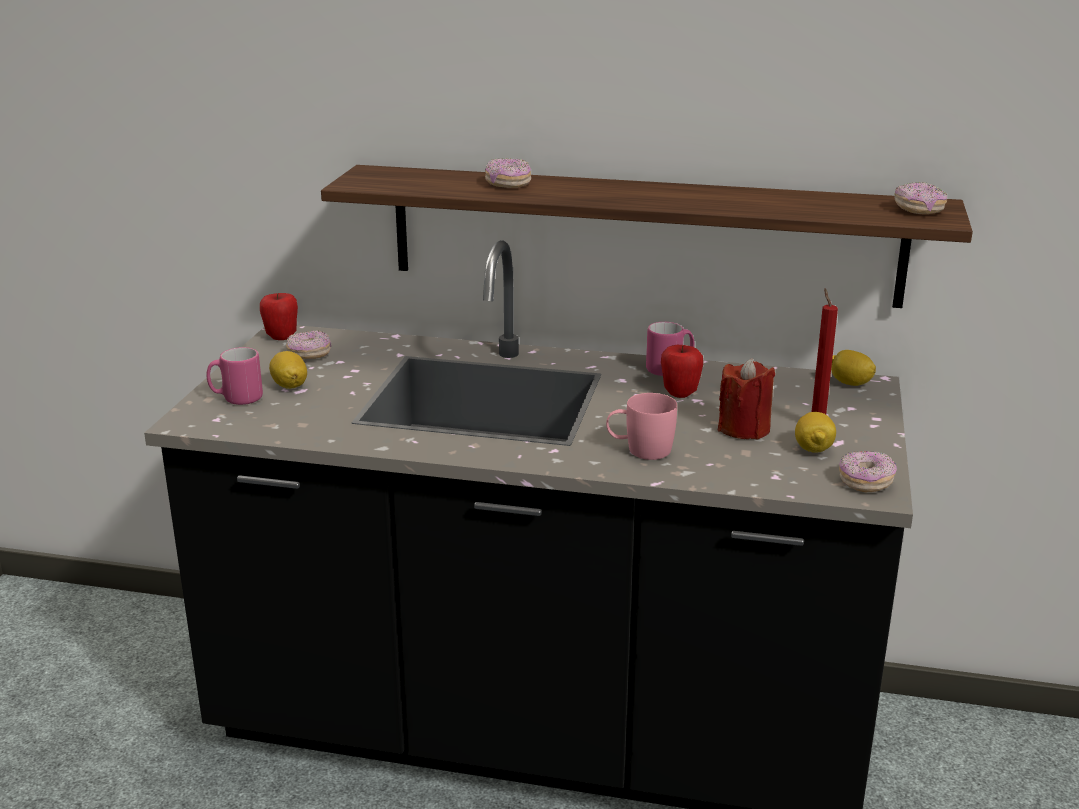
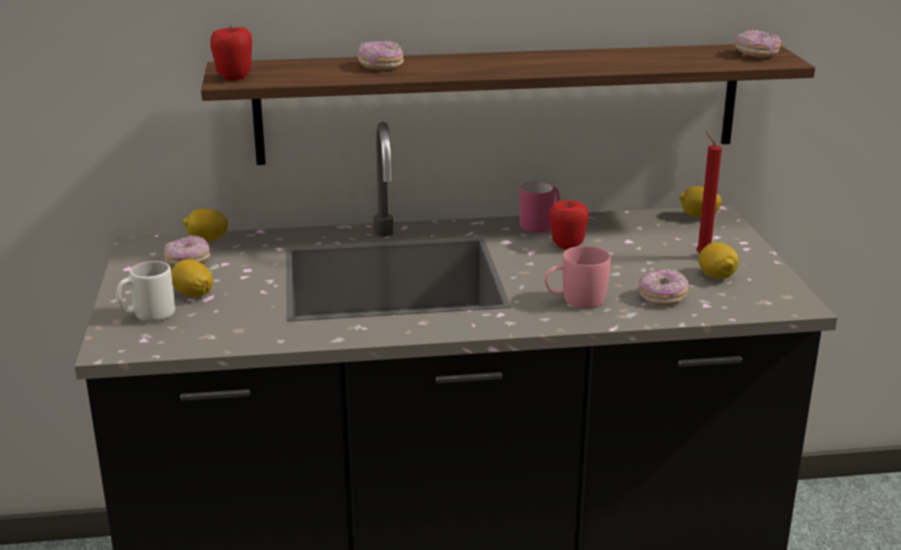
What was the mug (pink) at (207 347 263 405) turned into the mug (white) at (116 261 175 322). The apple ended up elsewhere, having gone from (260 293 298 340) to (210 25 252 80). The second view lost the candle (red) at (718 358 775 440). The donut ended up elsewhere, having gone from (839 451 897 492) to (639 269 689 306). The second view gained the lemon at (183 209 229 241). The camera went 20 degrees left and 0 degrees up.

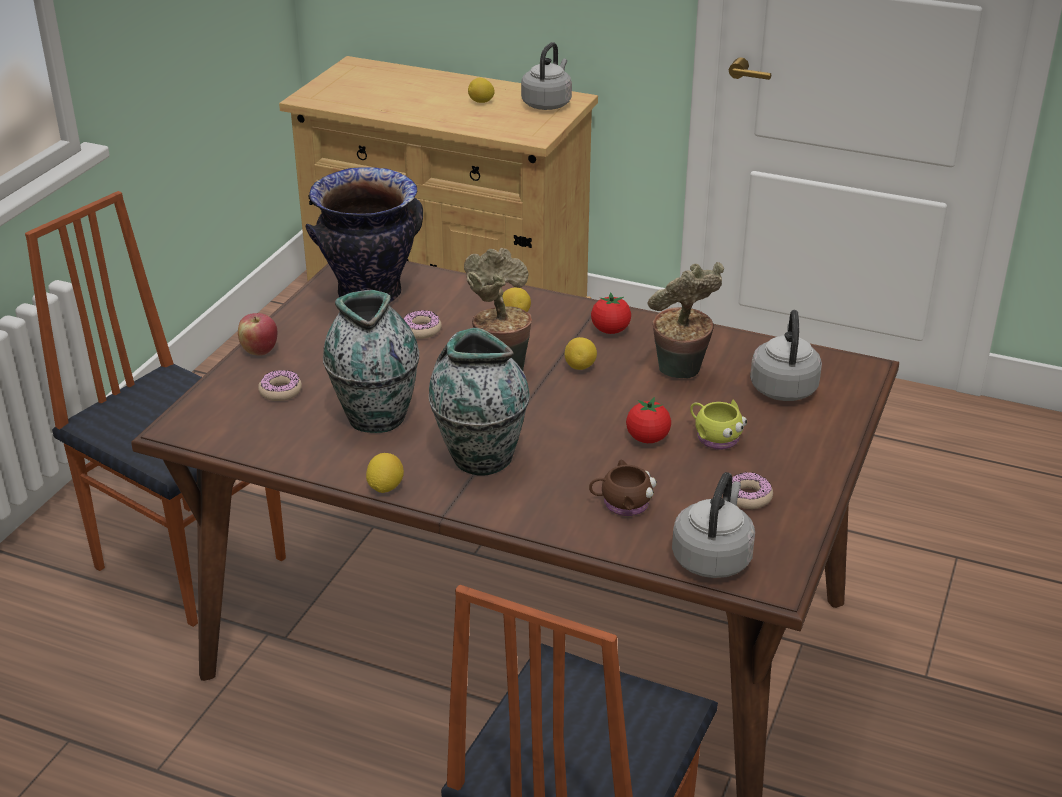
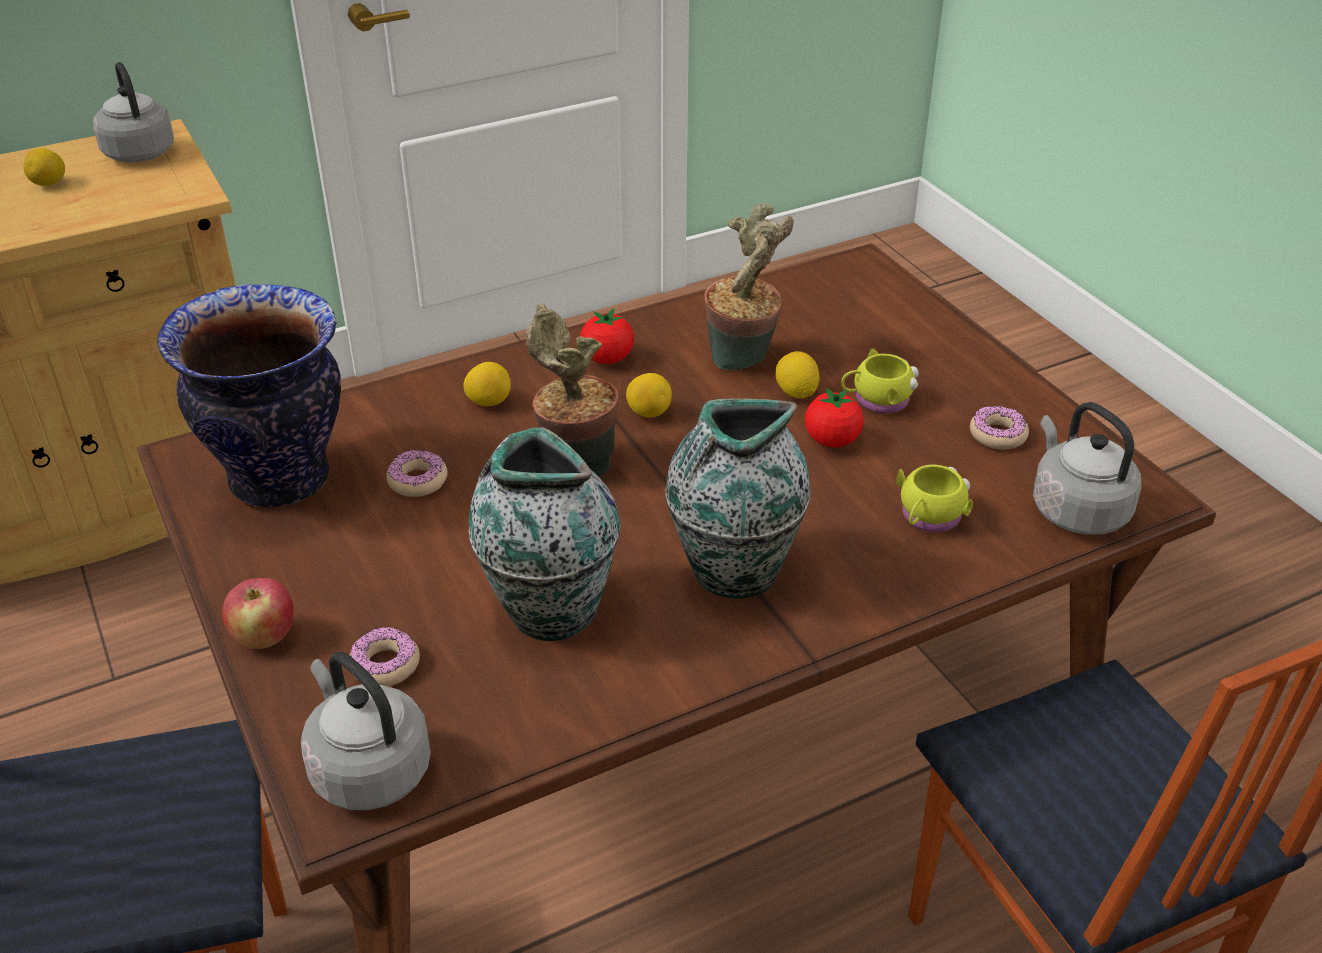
The lemon ended up elsewhere, having gone from (366 453 404 493) to (775 351 819 399). What was the mug (brown) at (589 460 657 516) turned into the mug (yellow) at (896 465 973 532). The kettle (grey) ended up elsewhere, having gone from (750 310 822 401) to (301 652 431 810). The camera went 50 degrees left and 5 degrees up.

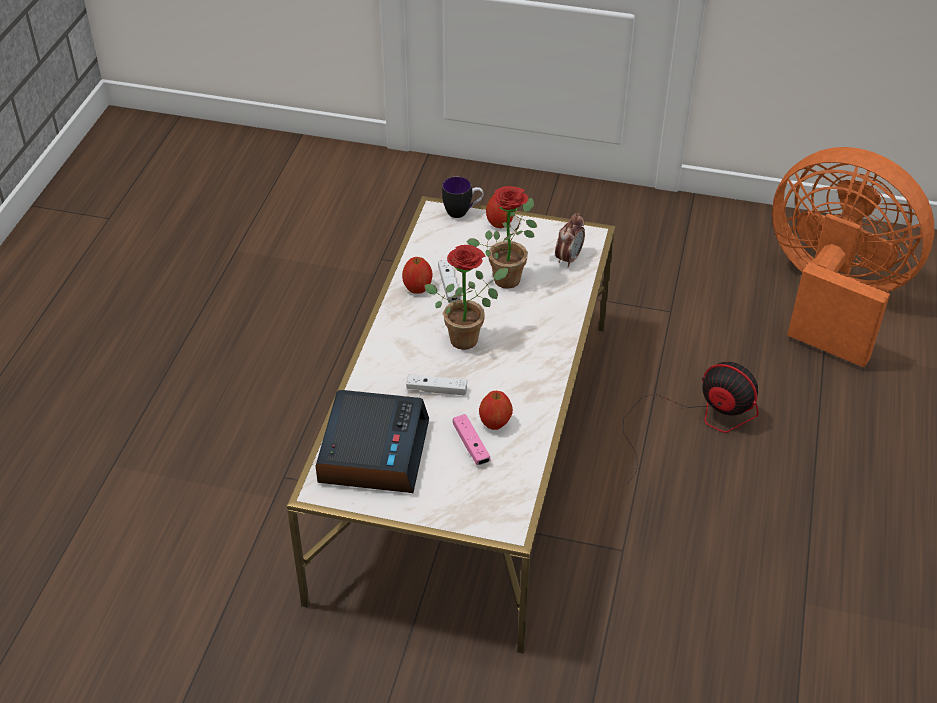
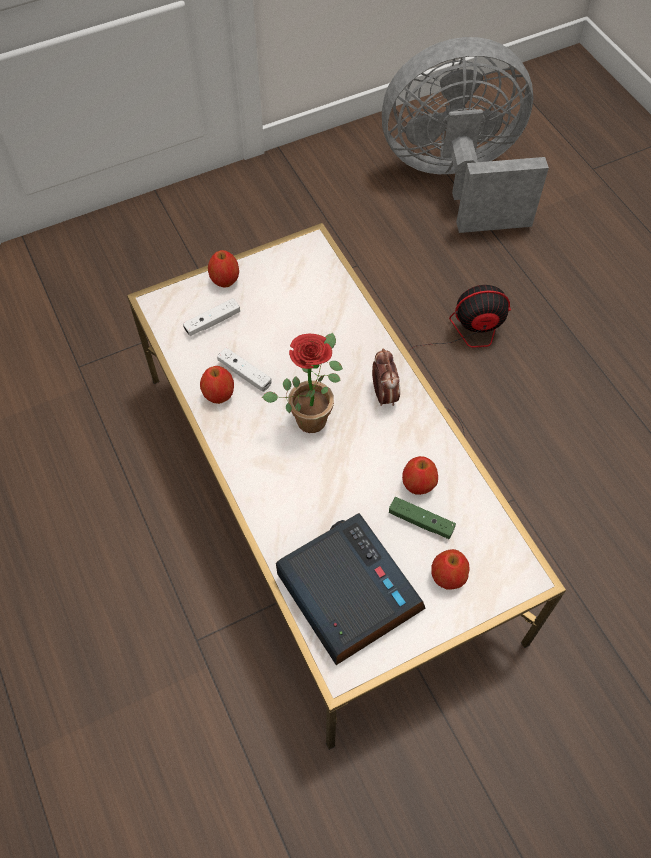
The game controller (white) ended up elsewhere, having gone from (406 374 467 395) to (183 298 240 336). The second view lost the mug at (442 177 484 218). What was the game controller (pink) at (453 414 490 465) turned into the game controller (green) at (389 497 456 539). The second view lost the potted plant at (466 186 537 289). The alarm clock ended up elsewhere, having gone from (555 213 585 267) to (372 348 400 406). What was the fan (orange) at (772 147 934 367) turned into the fan (grey) at (382 37 549 233). The second view gained the apple at (431 549 470 590). The camera went 40 degrees left and 15 degrees up.

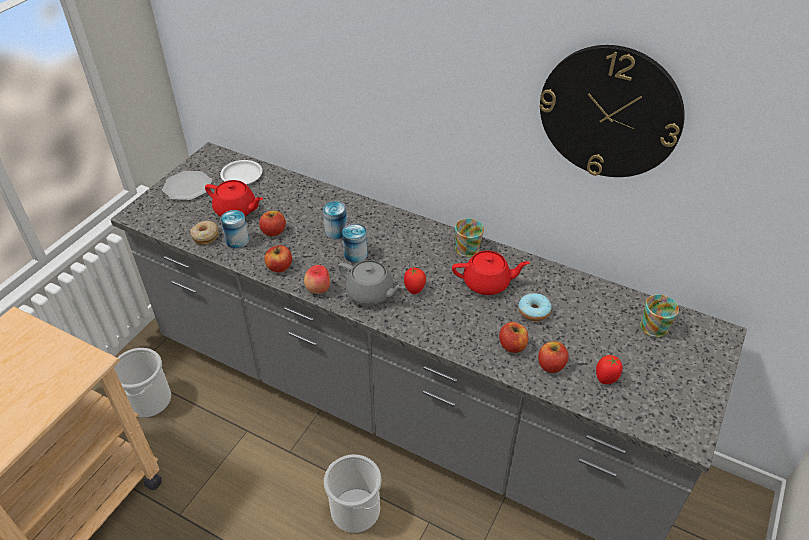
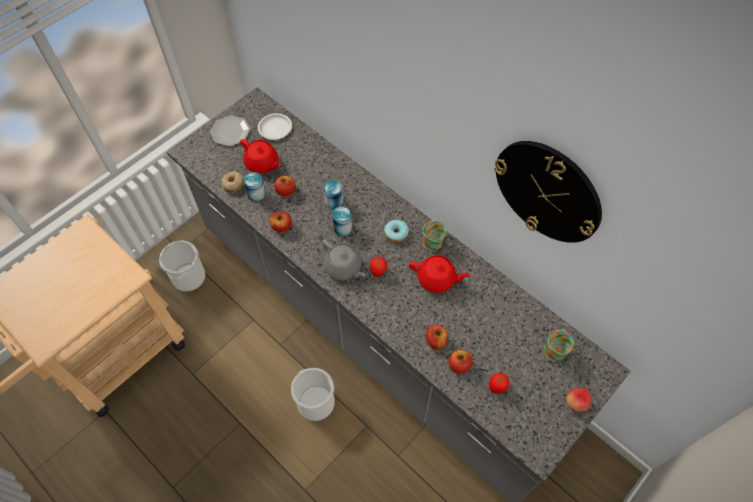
The apple ended up elsewhere, having gone from (304 265 330 293) to (566 388 591 412). The donut ended up elsewhere, having gone from (518 293 551 321) to (384 220 409 242). The camera went 15 degrees right and 15 degrees up.

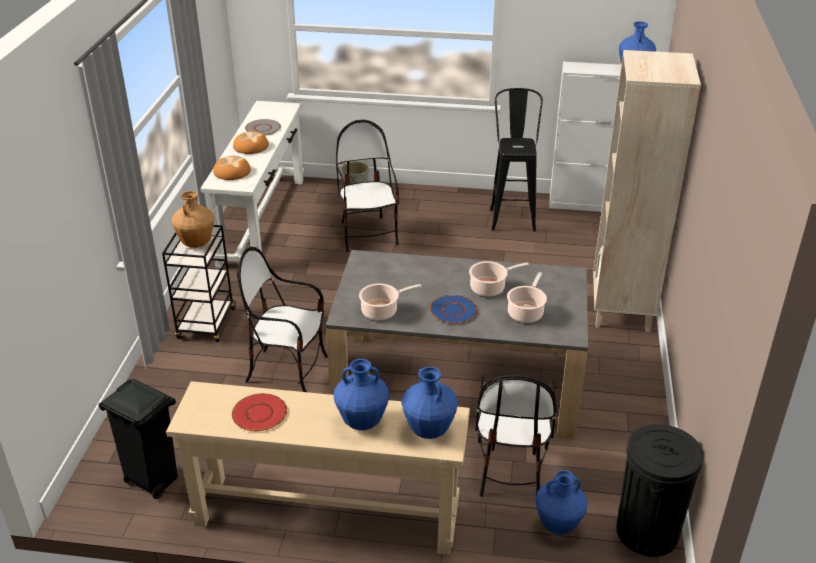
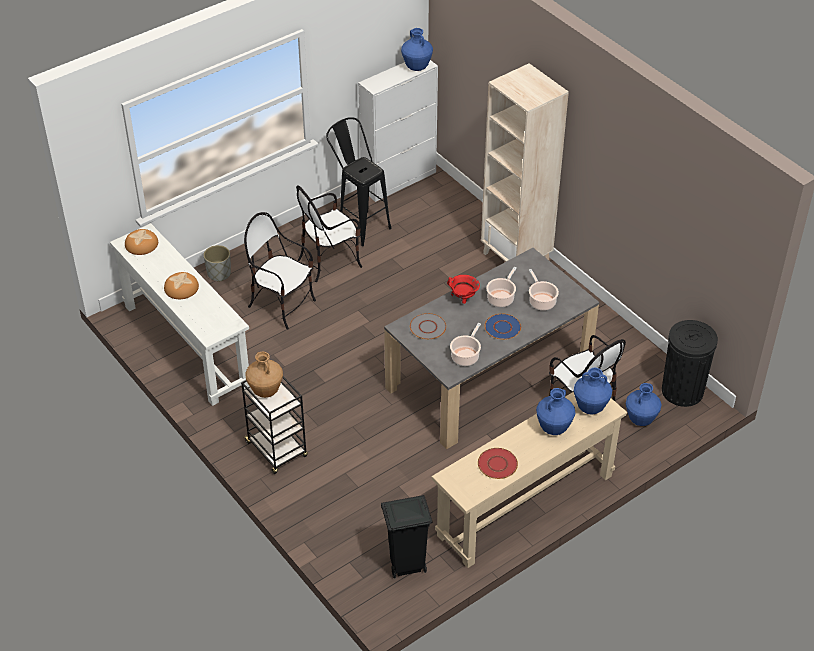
The bread ended up elsewhere, having gone from (213 156 251 180) to (125 229 158 255). The chair ended up elsewhere, having gone from (237 247 328 392) to (296 186 362 282). The plate (grey) ended up elsewhere, having gone from (245 119 281 136) to (410 313 446 339). The second view gained the cooking pot (red) at (447 275 480 304). The camera went 45 degrees left and 10 degrees up.

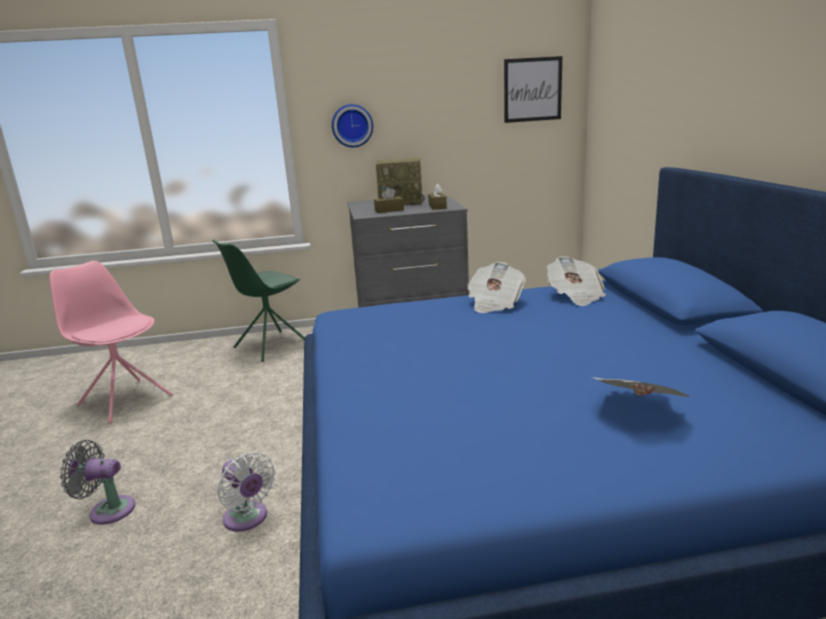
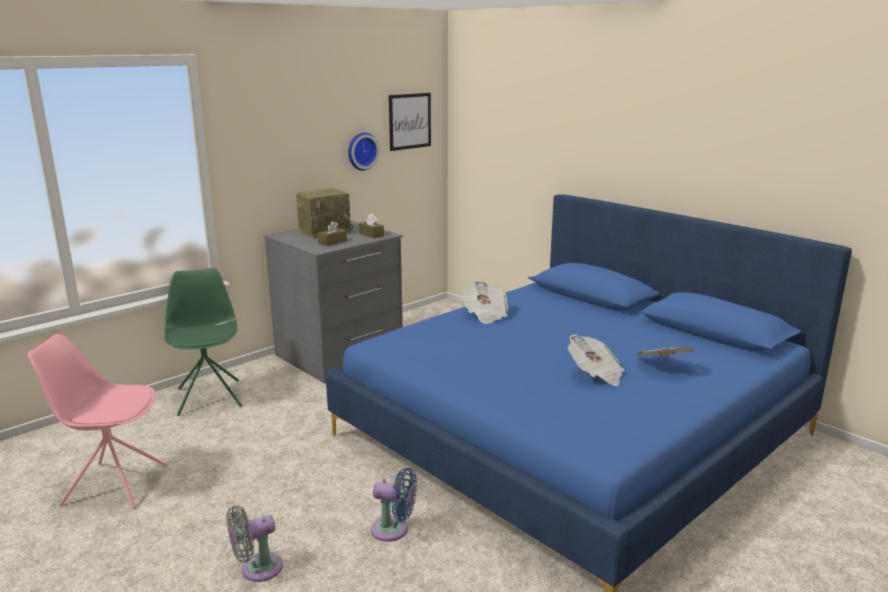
The chair (green) at (212 240 305 362) ended up facing another way, 150 degrees clockwise from before. What was the fan (white) at (217 452 275 532) turned into the fan (blue) at (371 468 417 542). The wall clock ended up elsewhere, having gone from (332 104 373 147) to (348 133 379 171). The newspaper ended up elsewhere, having gone from (547 256 606 306) to (568 334 625 386). The camera went 35 degrees left and 0 degrees up.

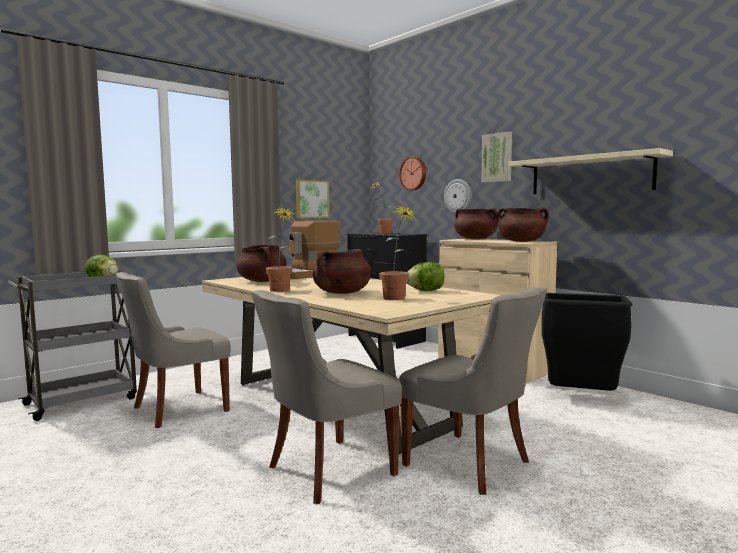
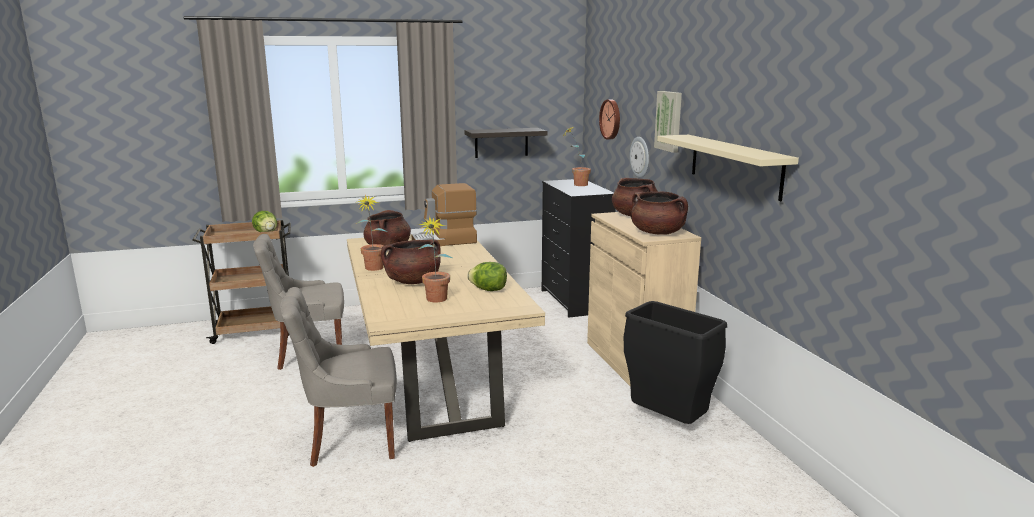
What was the cart (grey) at (8 272 137 421) turned into the cart (brown) at (192 220 291 344). Where the picture hung at (296 179 329 218), the shelf came to hang at (464 128 548 158). The second view lost the chair (grey) at (399 287 547 495). The camera went 25 degrees right and 10 degrees up.

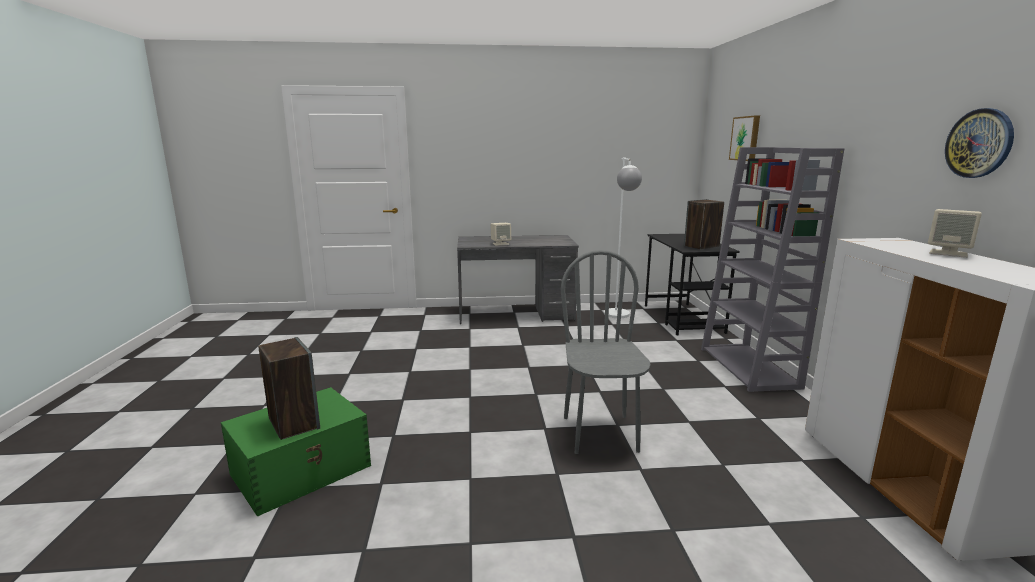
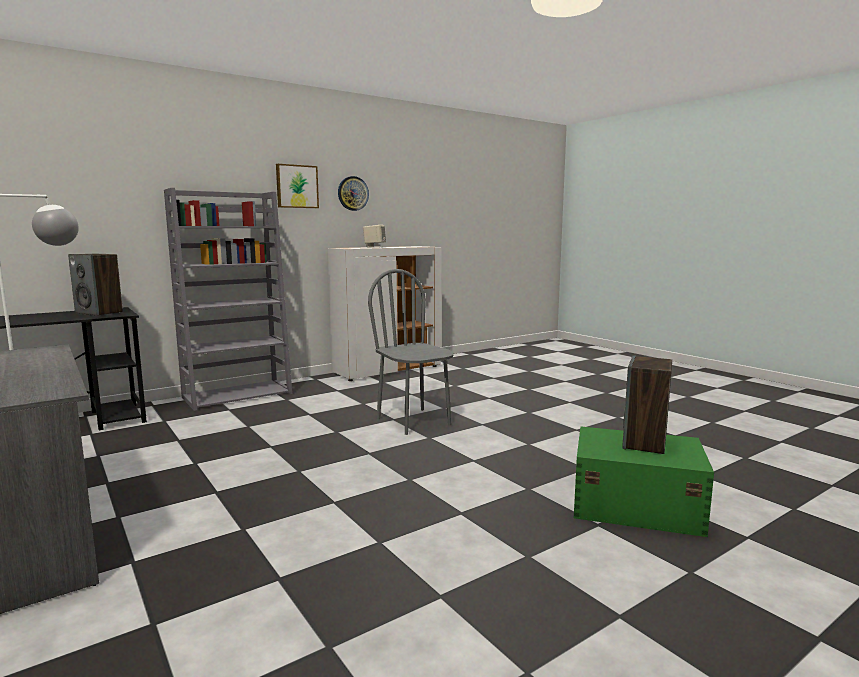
The second view lost the speaker (beige) at (491 223 511 246). The chair (grey) at (561 250 651 454) ended up facing another way, 90 degrees clockwise from before. The picture ended up elsewhere, having gone from (729 115 760 161) to (276 164 319 208). The camera went 120 degrees left and 5 degrees down.

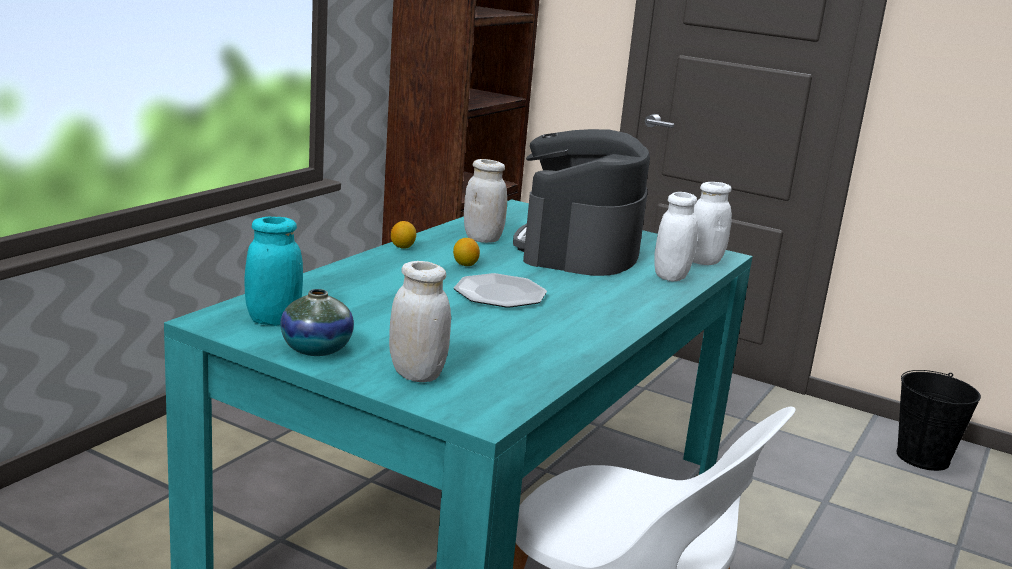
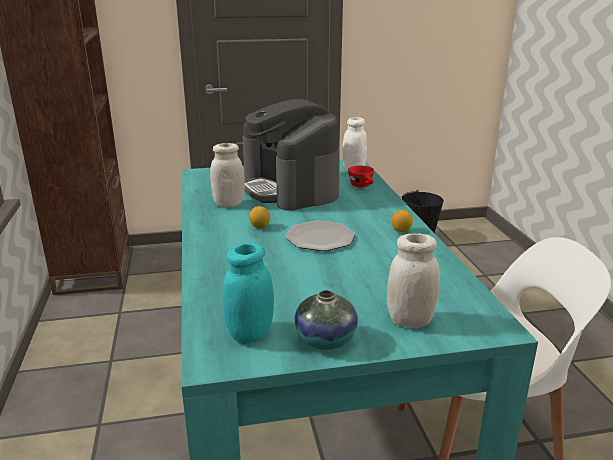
The lemon ended up elsewhere, having gone from (391 221 416 249) to (392 210 413 232). Where the jar (white) stood at (654 192 698 281), the cup (red) came to stand at (348 166 374 187). The camera went 40 degrees left and 5 degrees up.

